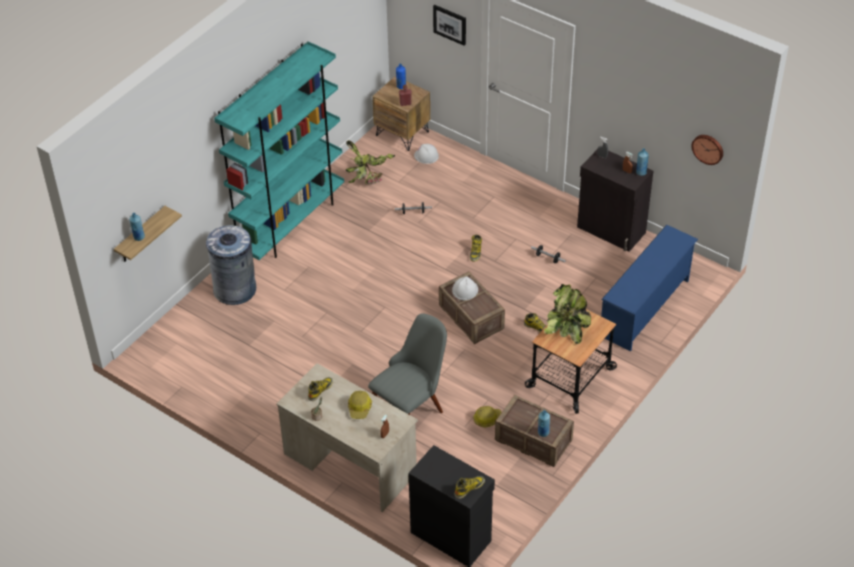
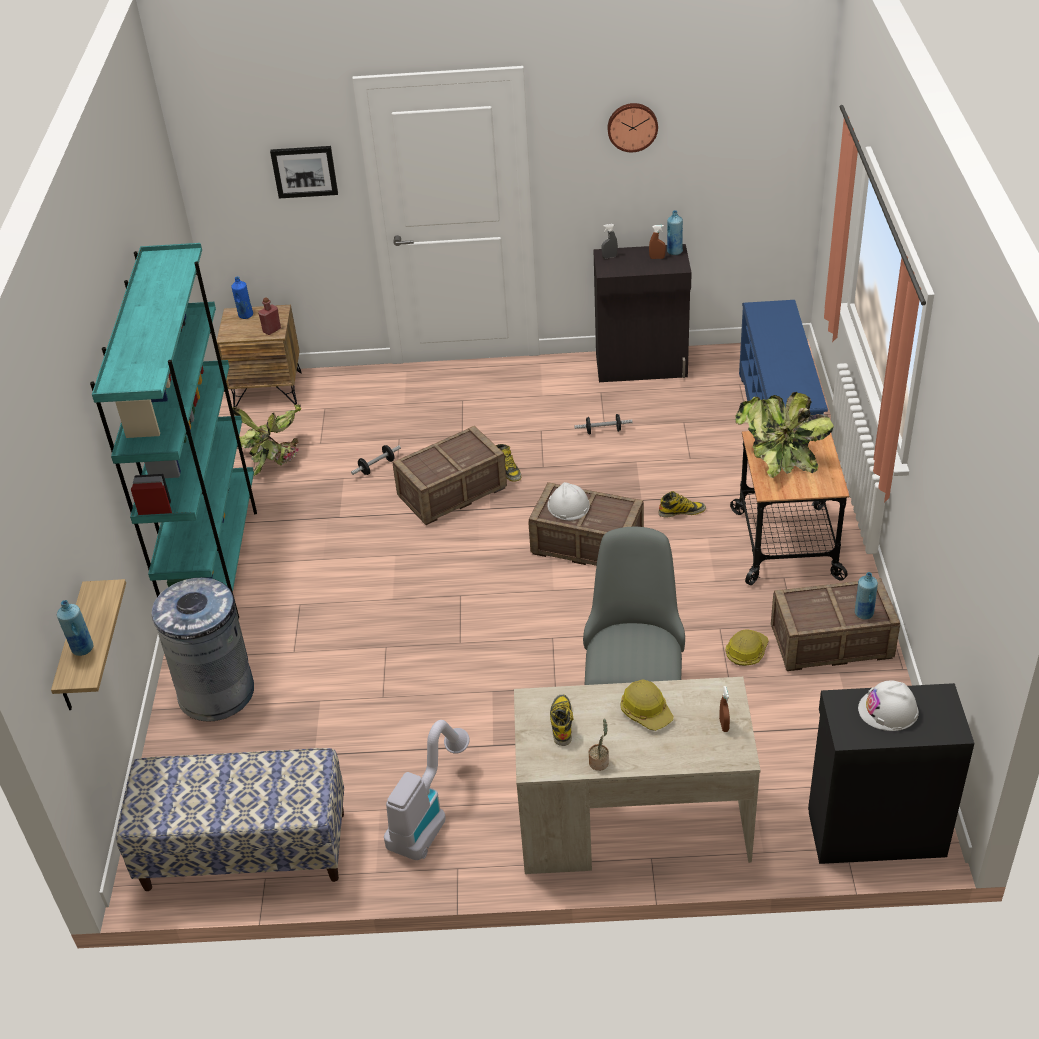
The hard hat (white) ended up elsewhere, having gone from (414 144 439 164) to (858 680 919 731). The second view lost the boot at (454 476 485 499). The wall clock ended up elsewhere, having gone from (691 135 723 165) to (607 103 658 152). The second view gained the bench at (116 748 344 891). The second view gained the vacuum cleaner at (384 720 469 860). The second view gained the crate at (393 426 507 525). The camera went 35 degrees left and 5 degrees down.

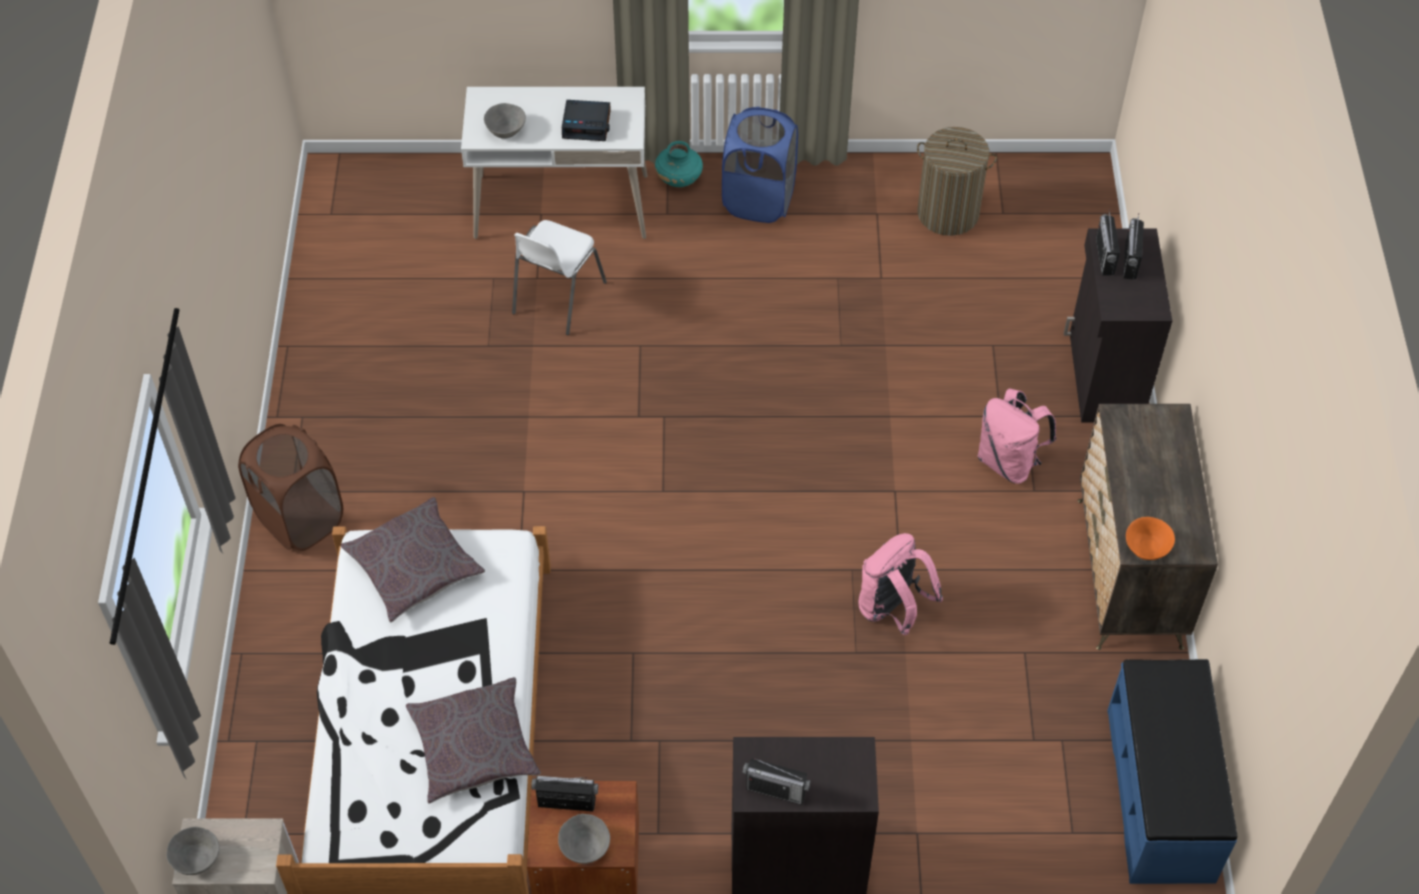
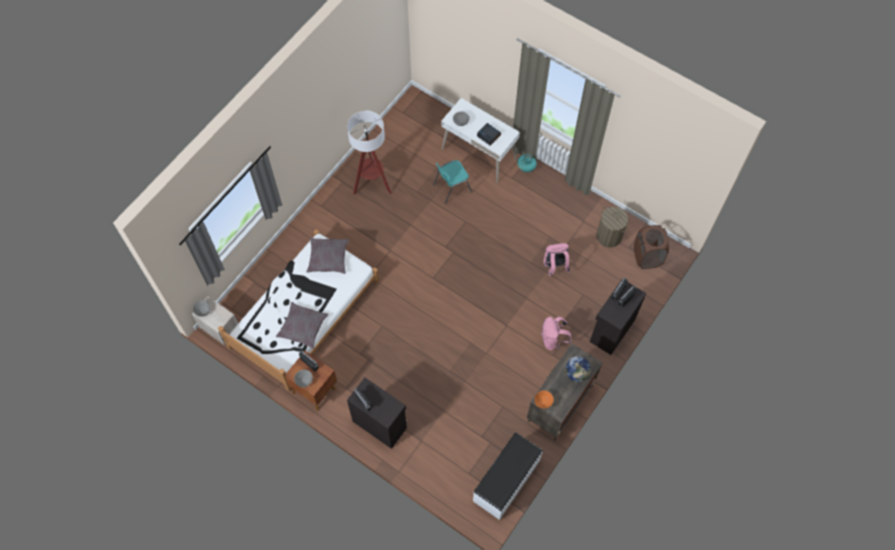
The laundry basket (brown) ended up elsewhere, having gone from (238 424 343 551) to (634 225 669 269). What was the chair (white) at (512 220 607 335) turned into the chair (turquoise) at (433 160 472 204). The second view lost the laundry basket (blue) at (722 107 798 223). The backpack (pink) ended up elsewhere, having gone from (858 533 943 635) to (543 243 570 276). What was the bench (blue) at (1107 659 1237 884) turned into the bench (white) at (473 432 543 520). The second view gained the floor lamp at (347 110 391 194). The second view gained the globe at (566 356 591 382). The camera went 35 degrees right and 10 degrees up.

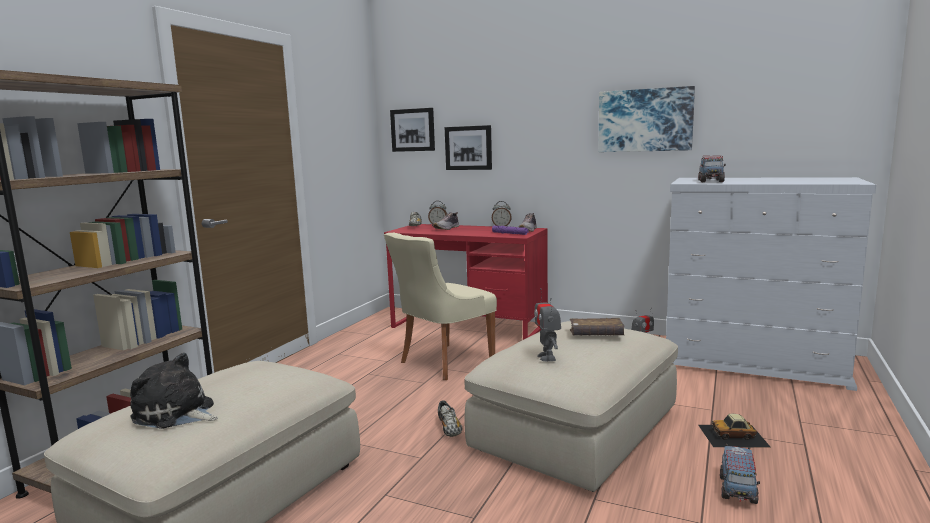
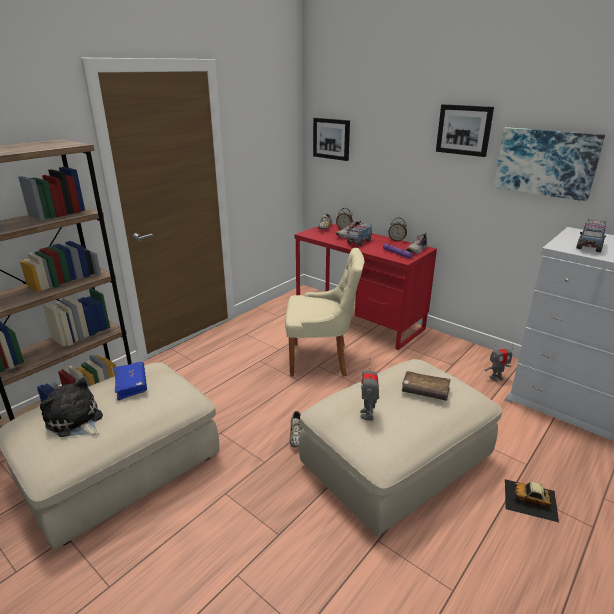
The chair (beige) at (384 233 497 380) ended up facing another way, 150 degrees counterclockwise from before. The picture ended up elsewhere, having gone from (445 125 492 170) to (436 104 494 157). The toy truck ended up elsewhere, having gone from (720 444 760 504) to (347 223 372 246). The second view gained the book (blue) at (114 362 147 400). The camera went 15 degrees right and 15 degrees up.

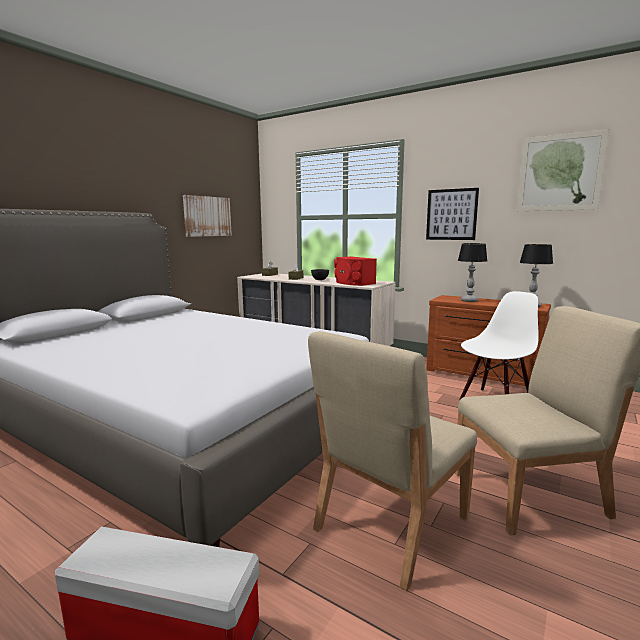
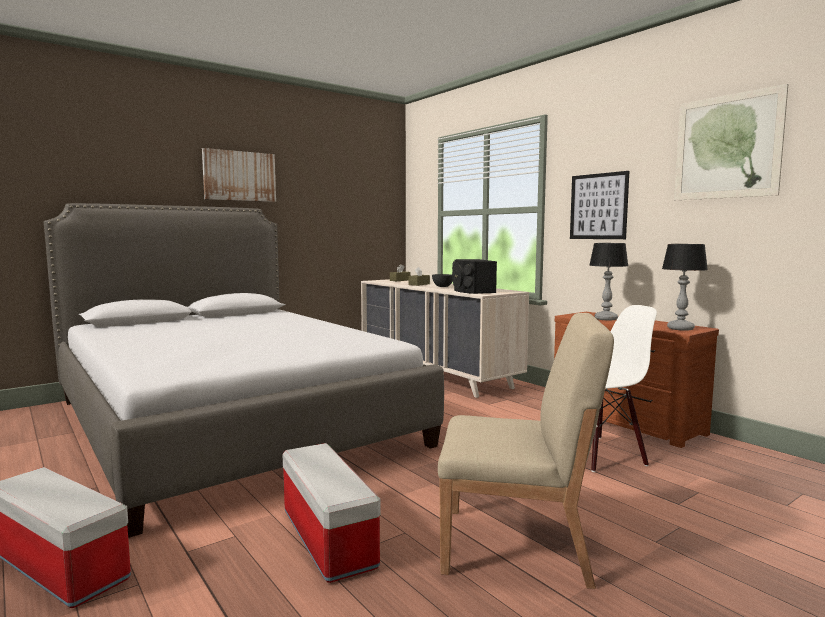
The picture ended up elsewhere, having gone from (183 195 232 237) to (202 148 276 202). Where the chair (beige) stood at (308 331 477 591), the storage box came to stand at (282 443 381 583). What was the speaker (red) at (334 257 377 286) turned into the speaker (black) at (452 259 497 294). The camera went 20 degrees right and 5 degrees down.

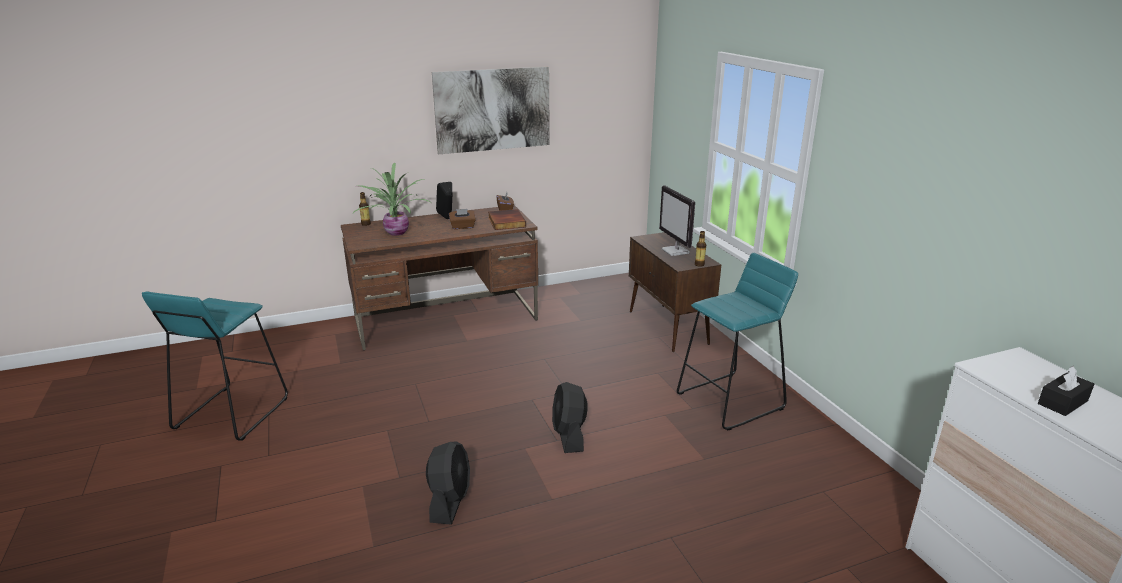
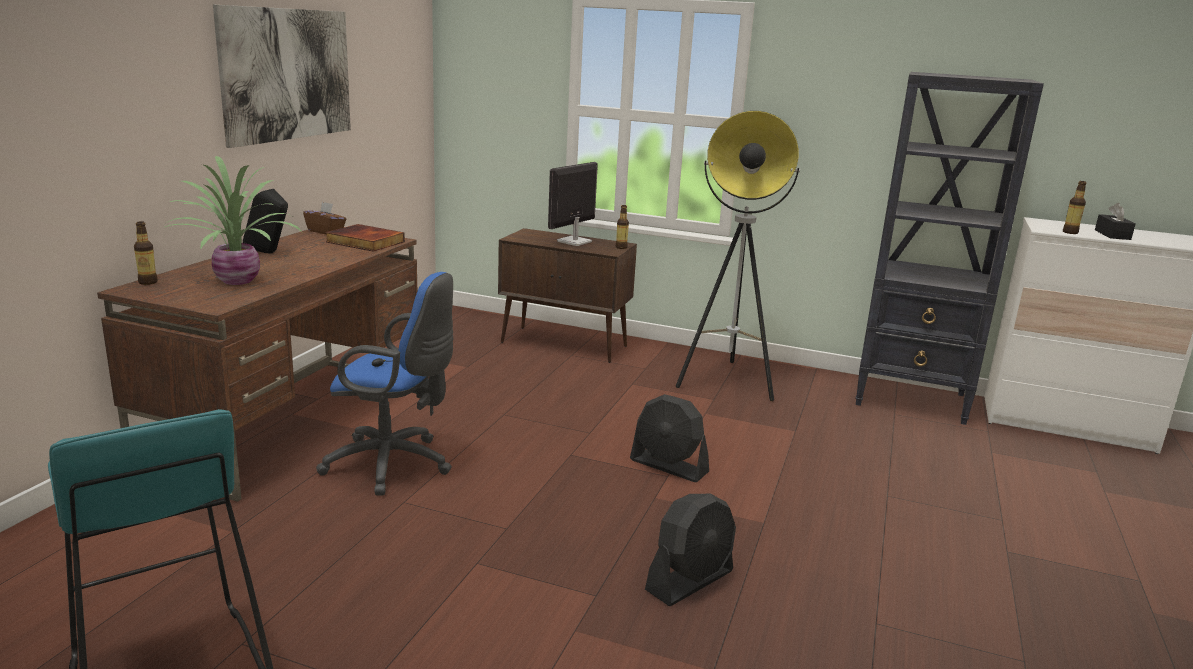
The fan (black) at (426 441 470 525) ended up facing another way, 90 degrees clockwise from before. The second view lost the tissue box (brown) at (449 209 476 229). The monitor at (659 185 695 256) ended up facing another way, 105 degrees clockwise from before. Where the stool (turquoise) stood at (677 253 798 431), the floor lamp came to stand at (676 111 800 401). The second view gained the office chair (blue) at (316 272 454 496). The second view gained the bookcase (black) at (855 72 1044 425). The second view gained the bottle at (1063 181 1087 234). The camera went 50 degrees left and 5 degrees down.

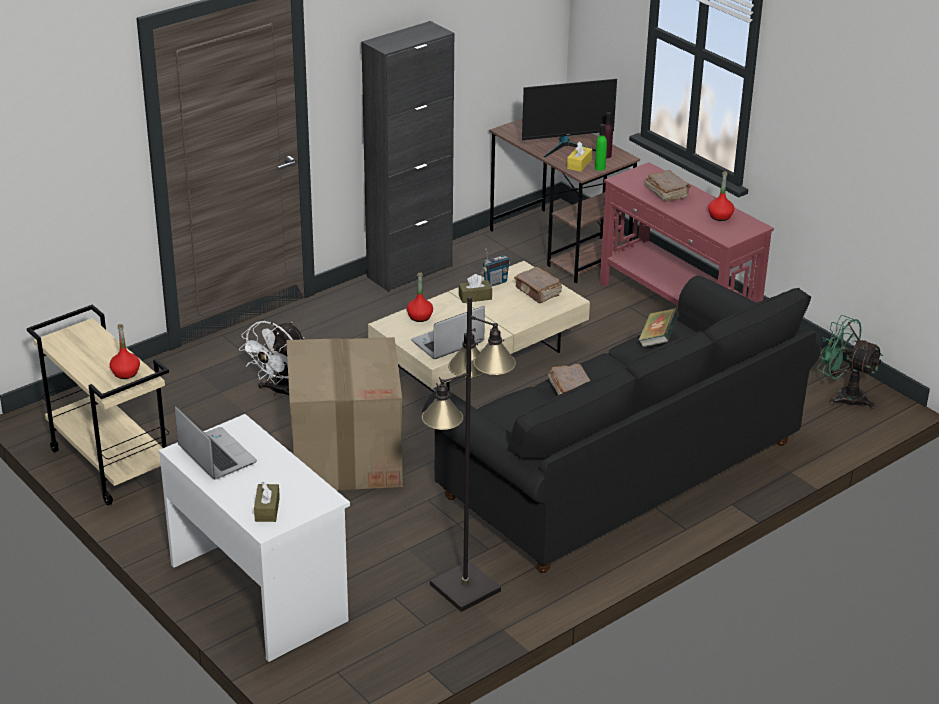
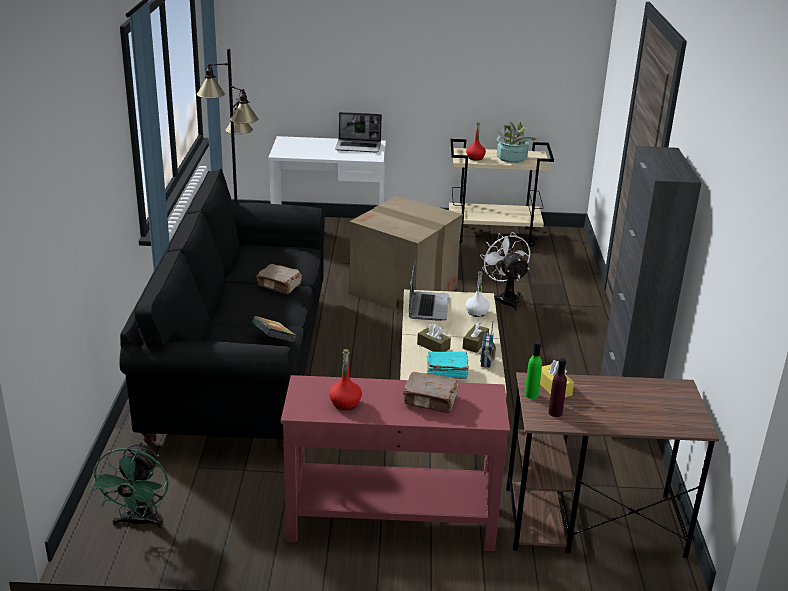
The tissue box (brown) ended up elsewhere, having gone from (254 482 280 522) to (417 324 451 352). What was the bottle (red) at (407 272 433 322) turned into the bottle (white) at (466 271 490 317). What was the book (brown) at (514 267 562 303) turned into the book (turquoise) at (427 351 468 379). The second view lost the monitor at (522 79 617 157). The fan (green) at (817 315 883 409) ended up facing another way, 105 degrees clockwise from before. The second view gained the potted plant at (496 121 539 163). The camera went 130 degrees right and 5 degrees down.

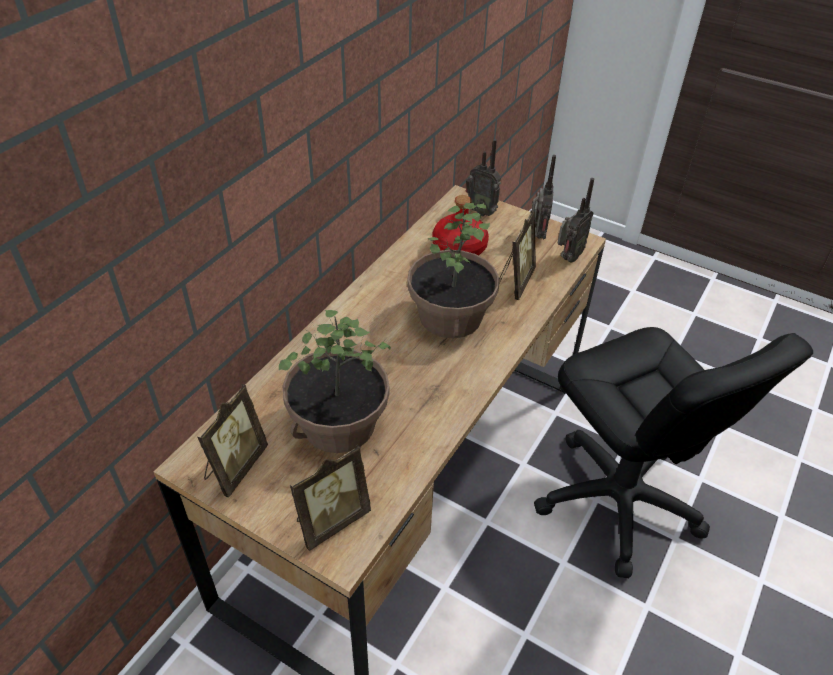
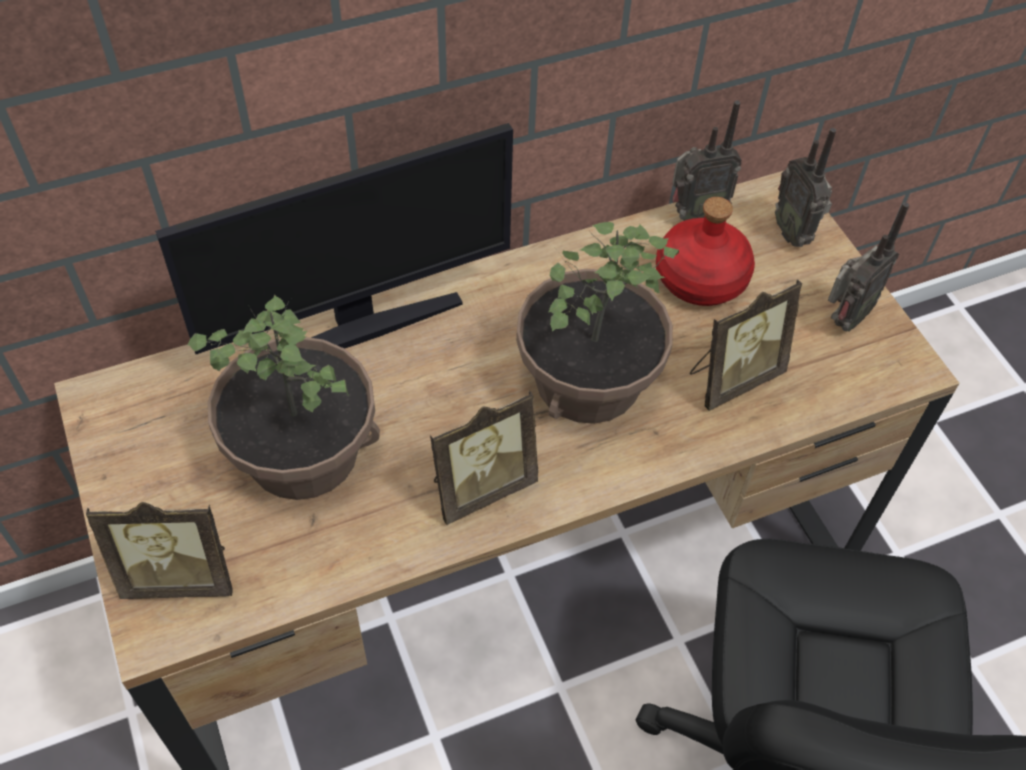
The picture frame ended up elsewhere, having gone from (197 384 268 498) to (430 390 538 525). The radio ended up elsewhere, having gone from (558 178 594 263) to (672 100 742 221). The second view gained the monitor at (155 123 513 354). The camera went 35 degrees right and 10 degrees up.

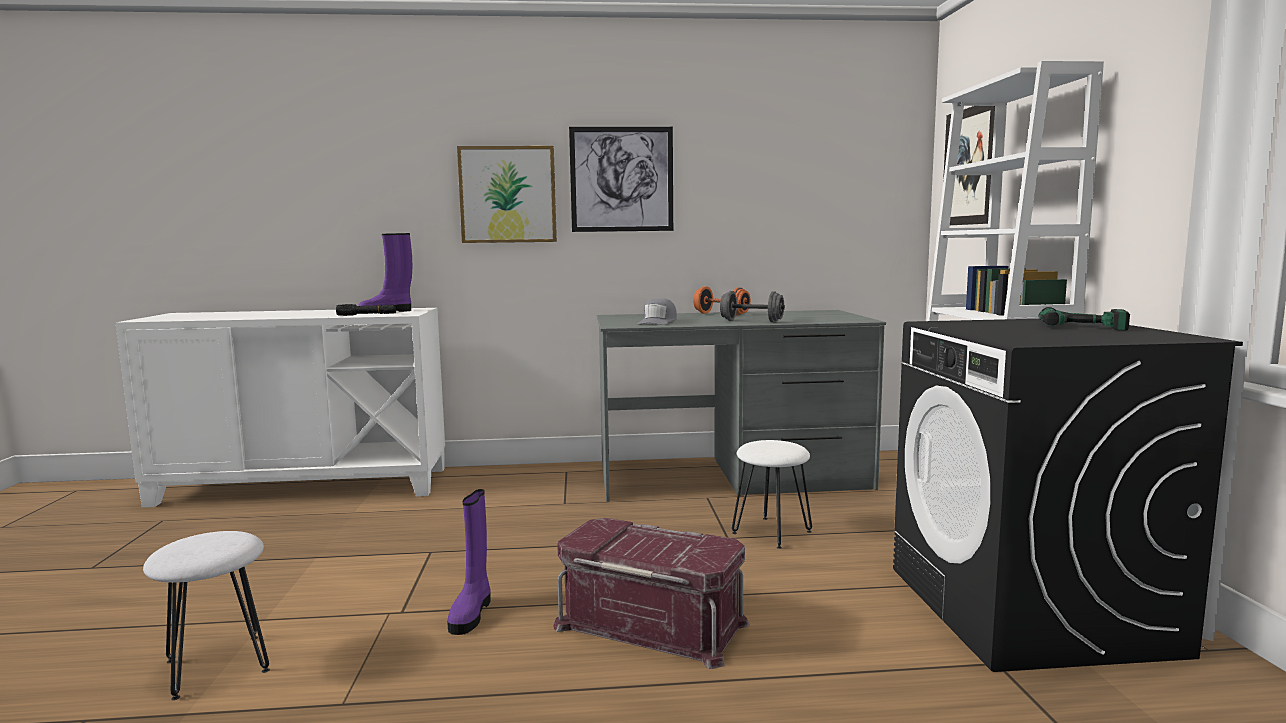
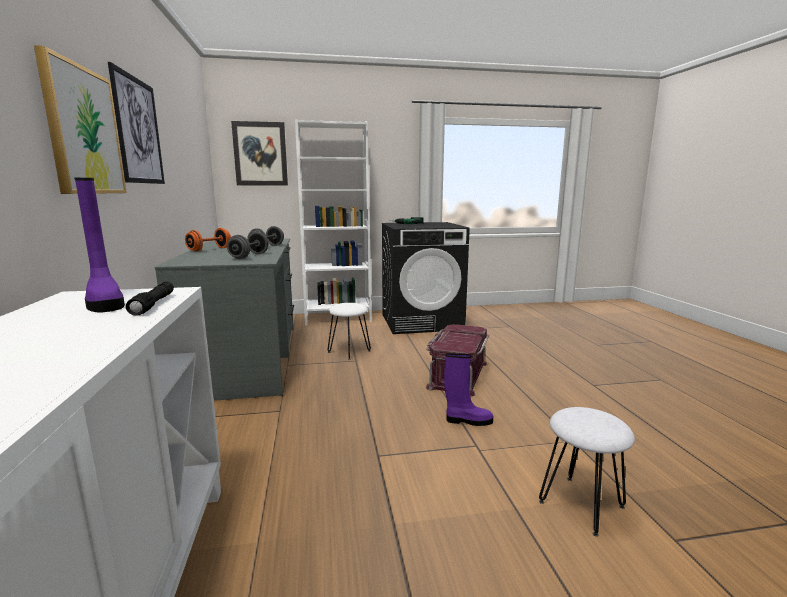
Where the cap (grey) stood at (637 298 677 325), the dumbbell (grey) came to stand at (227 232 269 259). The camera went 95 degrees left and 5 degrees up.

